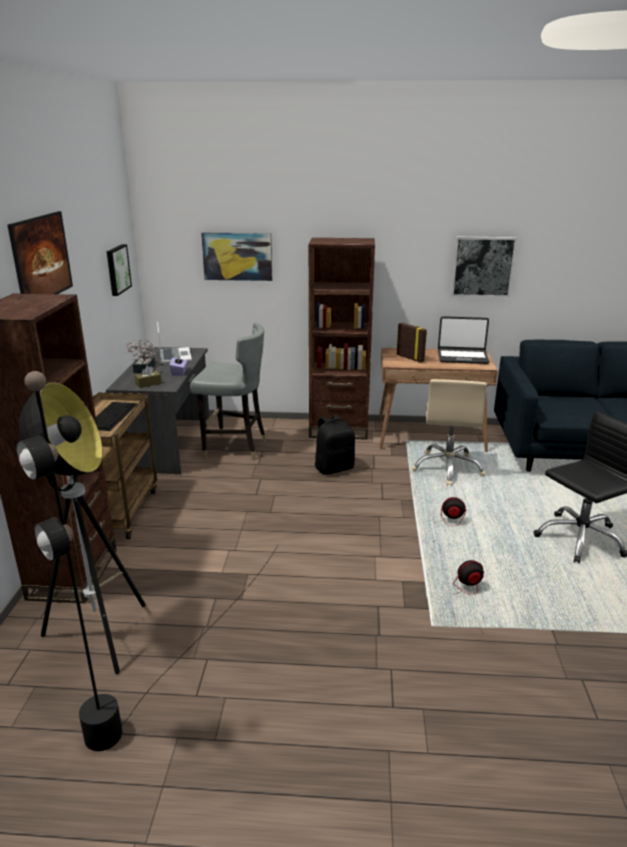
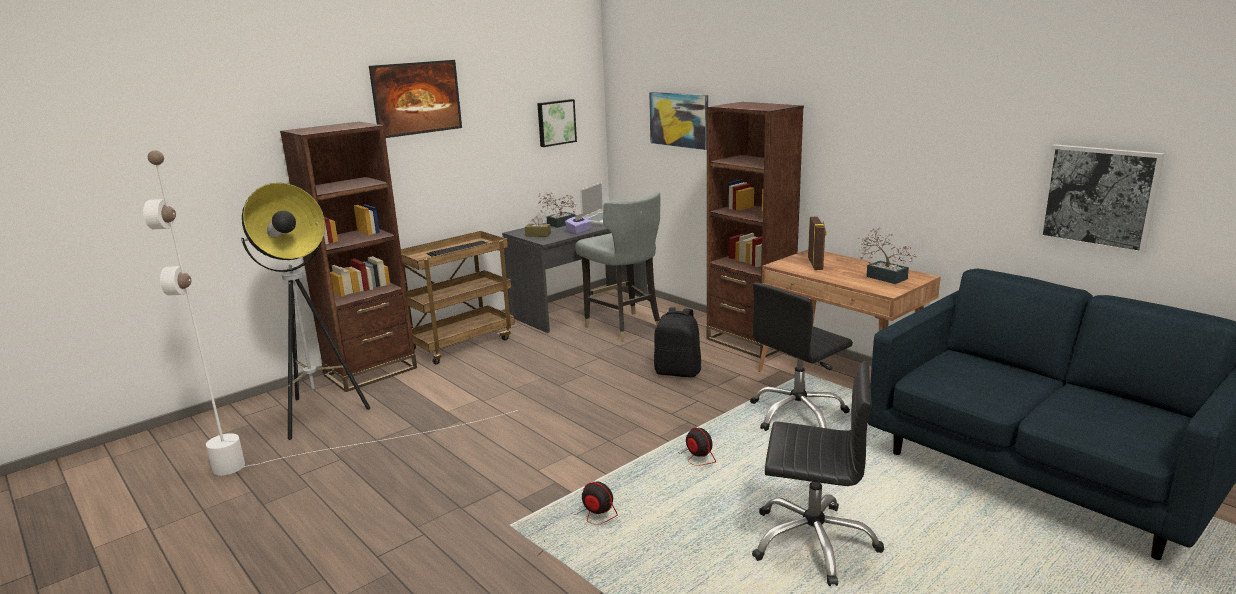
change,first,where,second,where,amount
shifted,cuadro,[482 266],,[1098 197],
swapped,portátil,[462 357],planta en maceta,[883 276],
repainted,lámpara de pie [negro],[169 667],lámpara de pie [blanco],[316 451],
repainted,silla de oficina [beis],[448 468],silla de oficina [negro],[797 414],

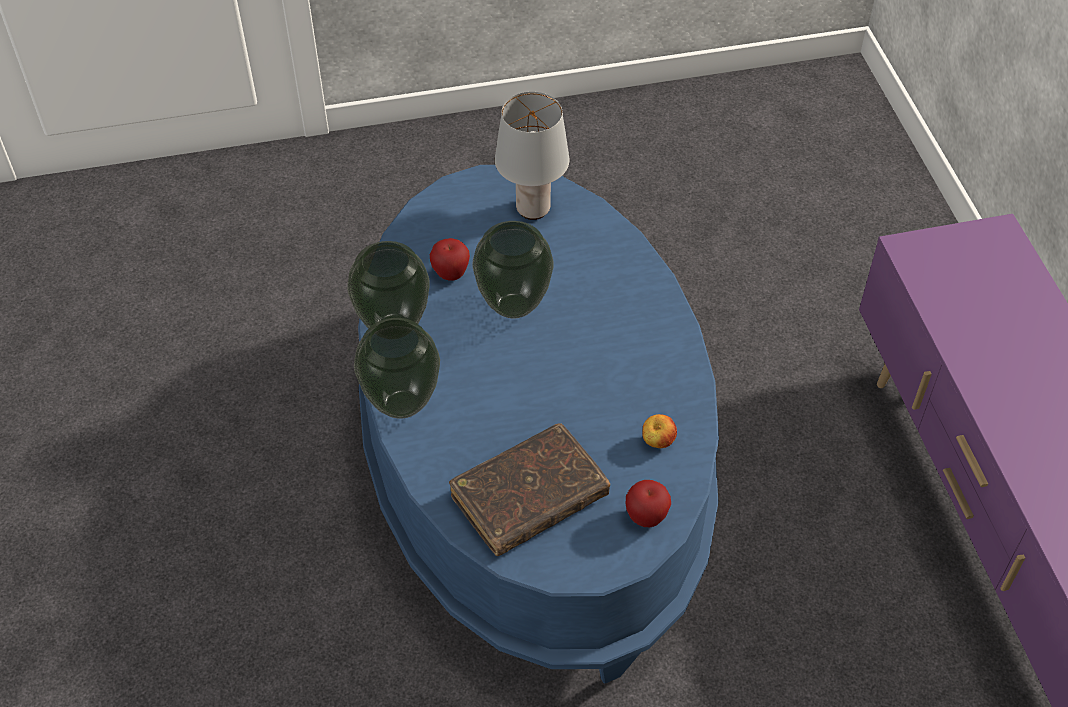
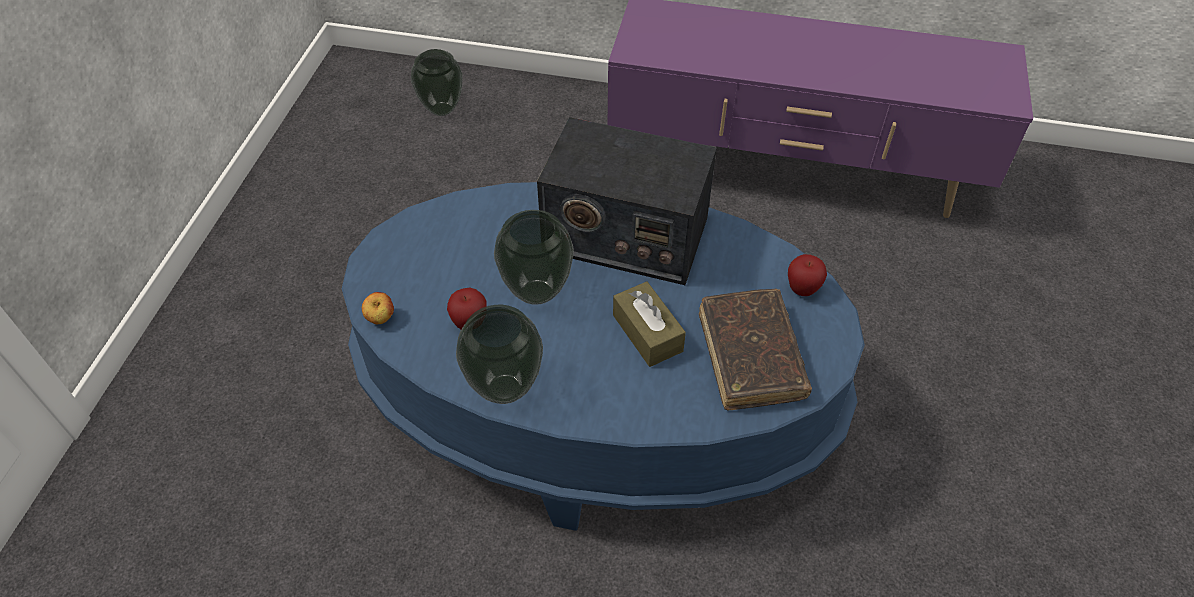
change,first,where,second,where,amount
gone,lámpara de mesa [gris],[533 210],,,
new,,,radio,[624 234],
new,,,caja de pañuelos [marrón],[647 333],
shifted,florero,[401 403],,[441 109],
shifted,manzana,[657 442],,[380 319],

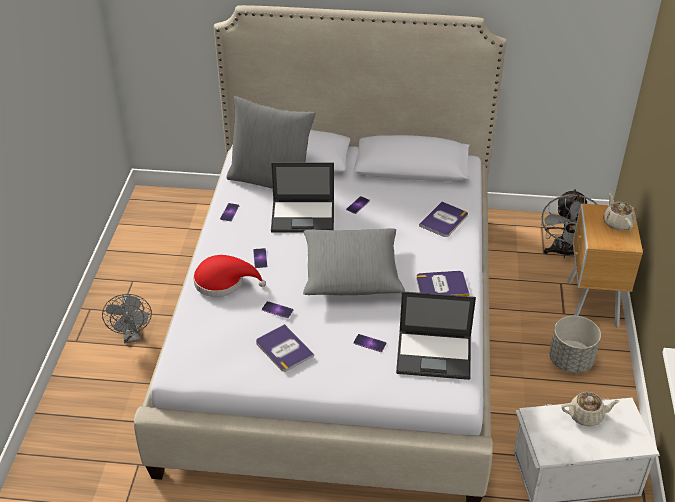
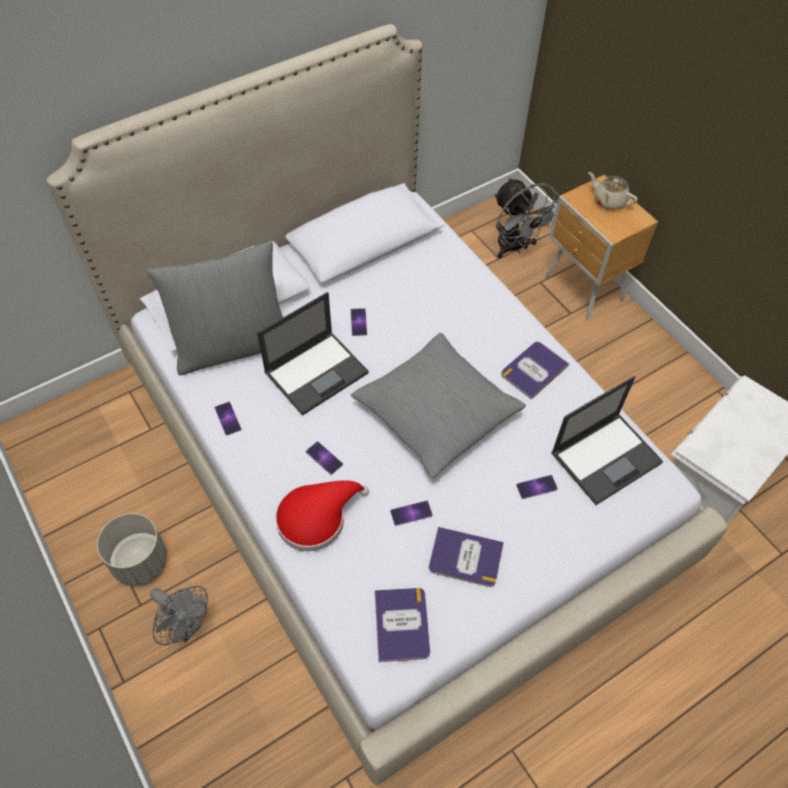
change,first,where,second,where,amount
gone,tetera [beis],[586 416],,,
shifted,libro,[444 220],,[402 624],
shifted,maceta [gris],[570 361],,[140 562],

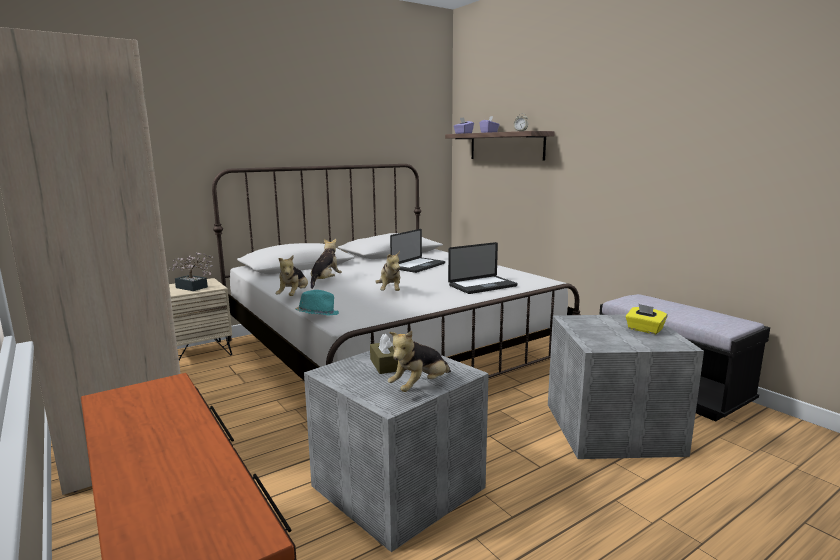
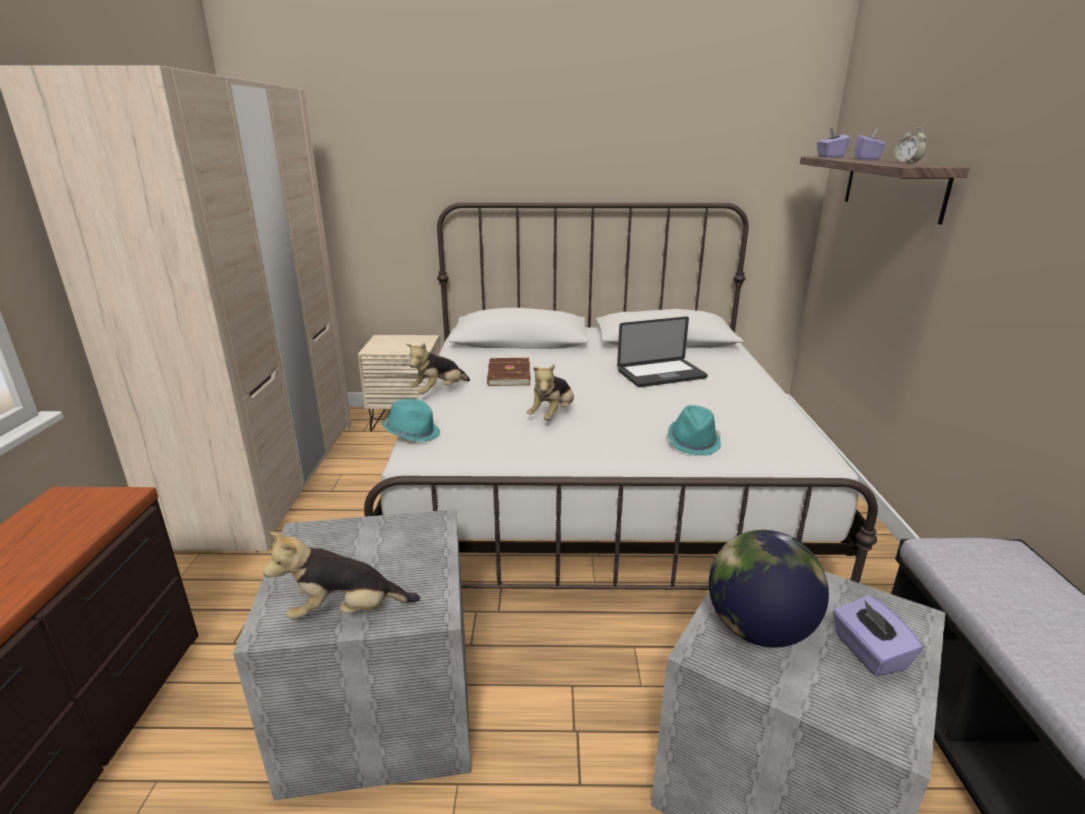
change,first,where,second,where,amount
gone,planta en maceta,[193 288],,,
gone,caja de pañuelos [marrón],[384 365],,,
new,,,globo terráqueo,[758 629],
swapped,peluche,[325 281],libro [marrón],[507 375],
swapped,portátil,[482 286],sombrero [turquesa],[693 442],
repainted,caja de pañuelos [amarillo],[644 330],caja de pañuelos [morado],[868 652],

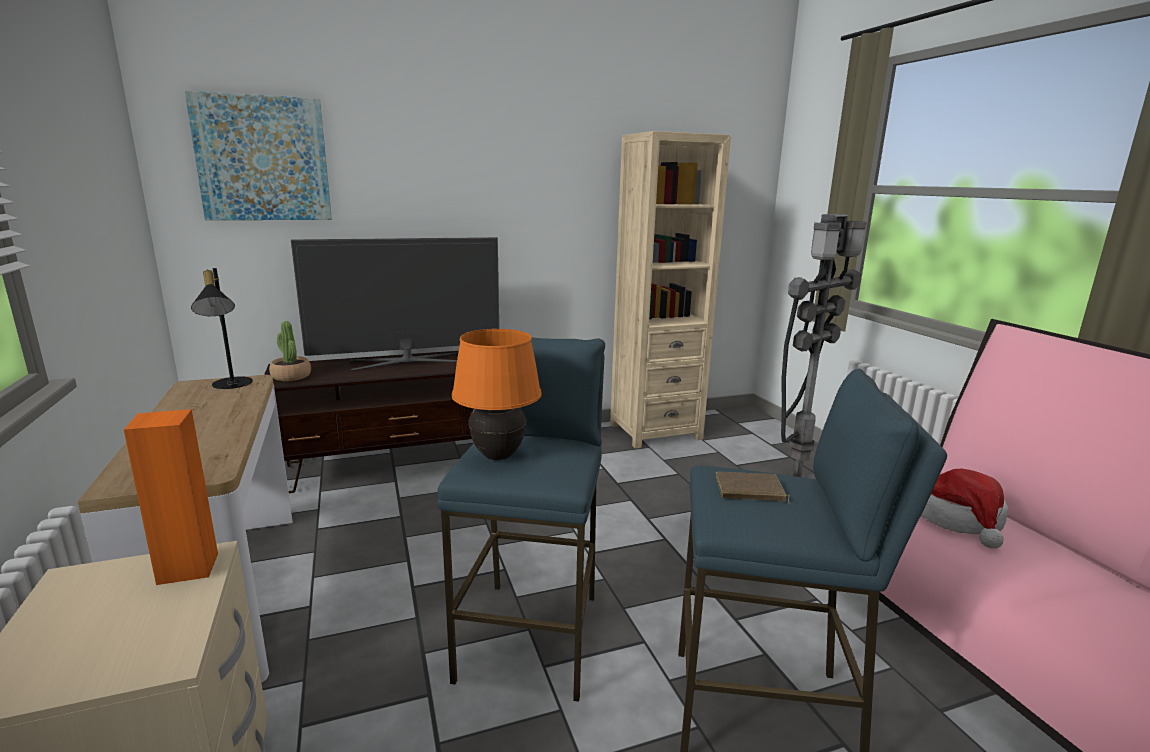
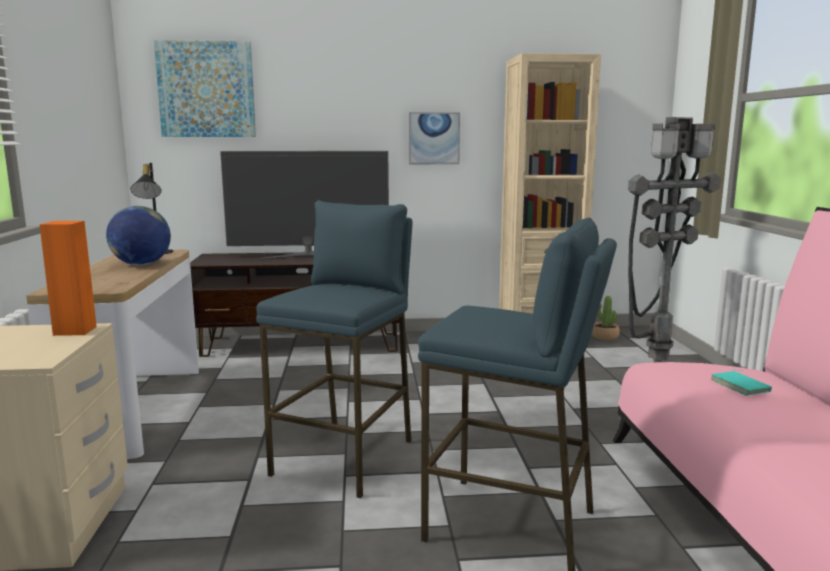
change,first,where,second,where,amount
gone,lámpara de mesa [naranja],[498 456],,,
gone,libro [marrón],[749 491],,,
new,,,globo terráqueo,[141 264],
new,,,cuadro,[434 138],
shifted,planta en maceta,[291 376],,[604 336],
swapped,sombrero,[957 519],libro [turquesa],[741 386],

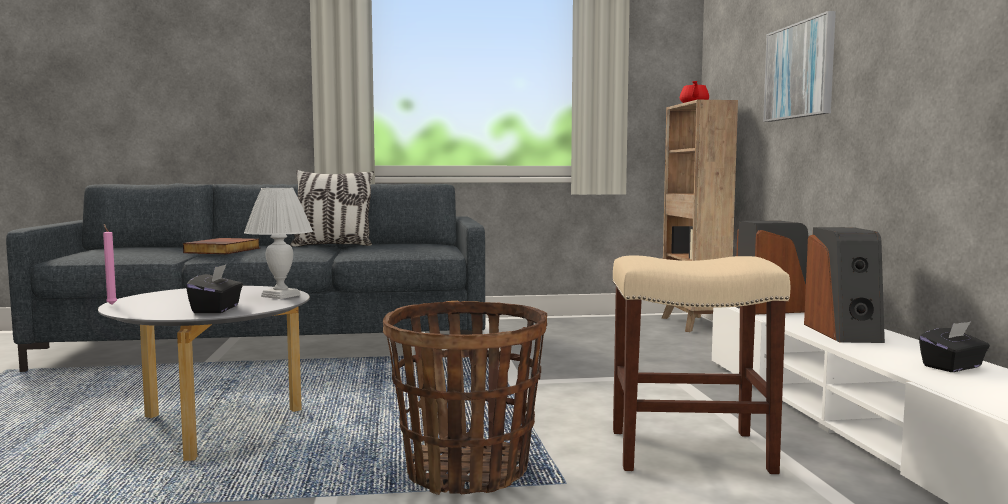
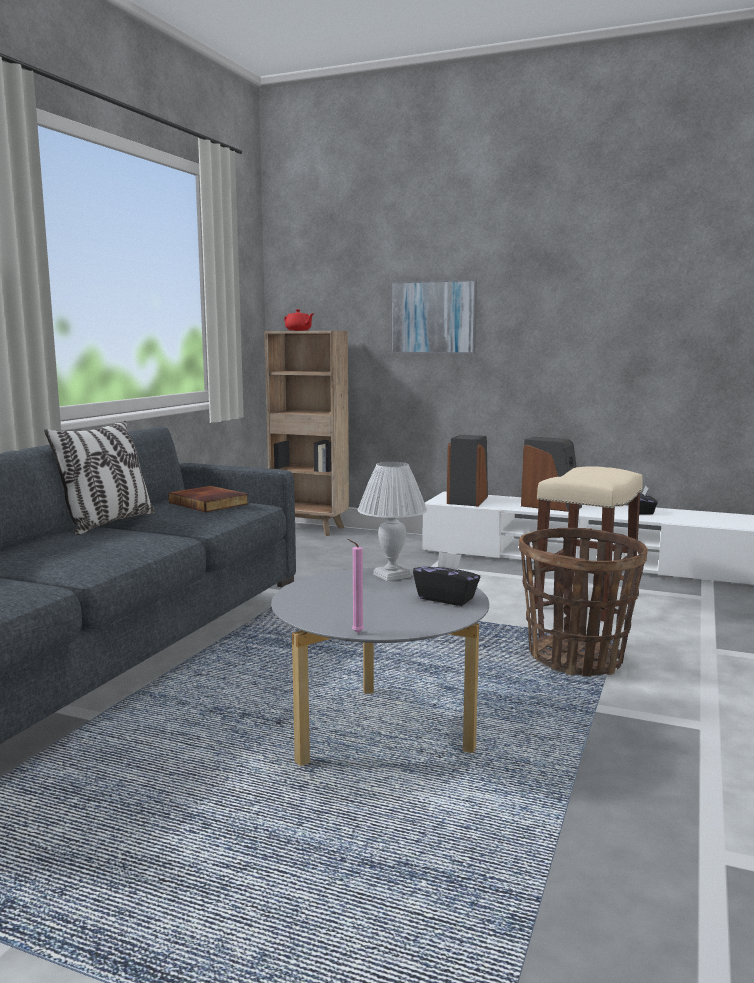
change,first,where,second,where,amount
shifted,libro,[223 250],,[210 503],

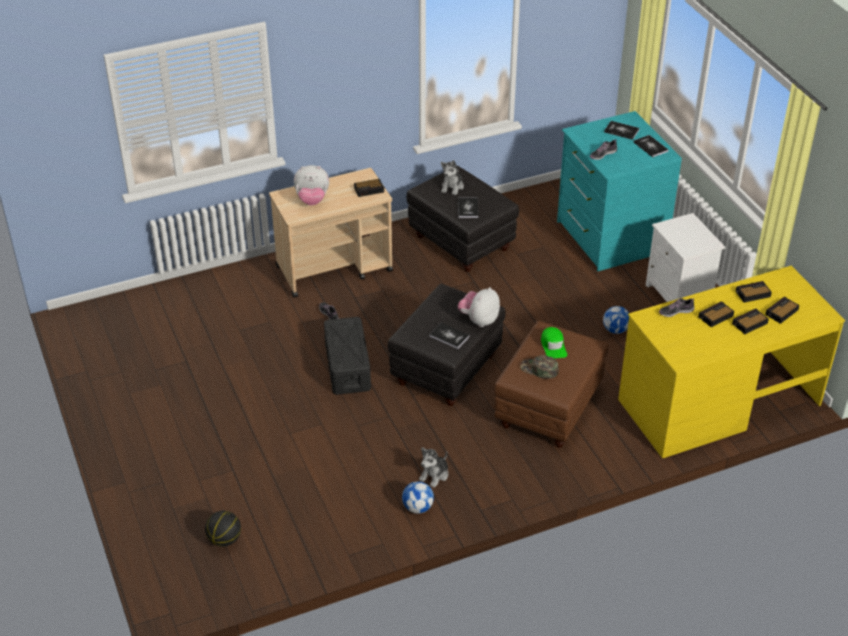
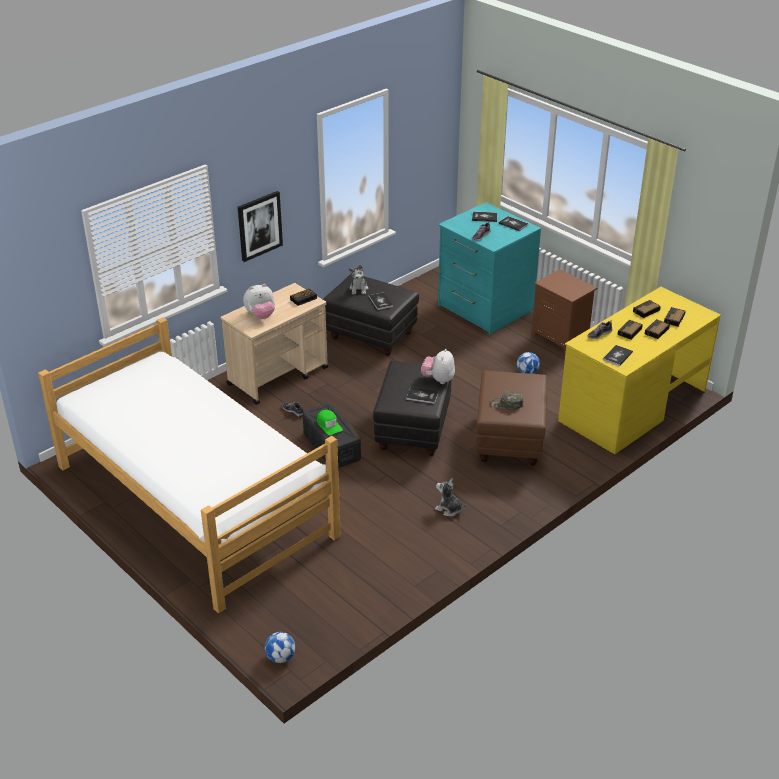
change,first,where,second,where,amount
gone,balón de baloncesto,[224 539],,,
new,,,cama,[195 500],
new,,,cuadro,[259 225],
new,,,libro,[617 356],
shifted,balón de fútbol,[417 507],,[280 657],
shifted,gorra [verde],[553 346],,[329 425],
repainted,mesita de noche [blanco],[679 296],mesita de noche [marrón],[561 339],
rotated,peluche,[434 475],,[449 509],105 degrees clockwise

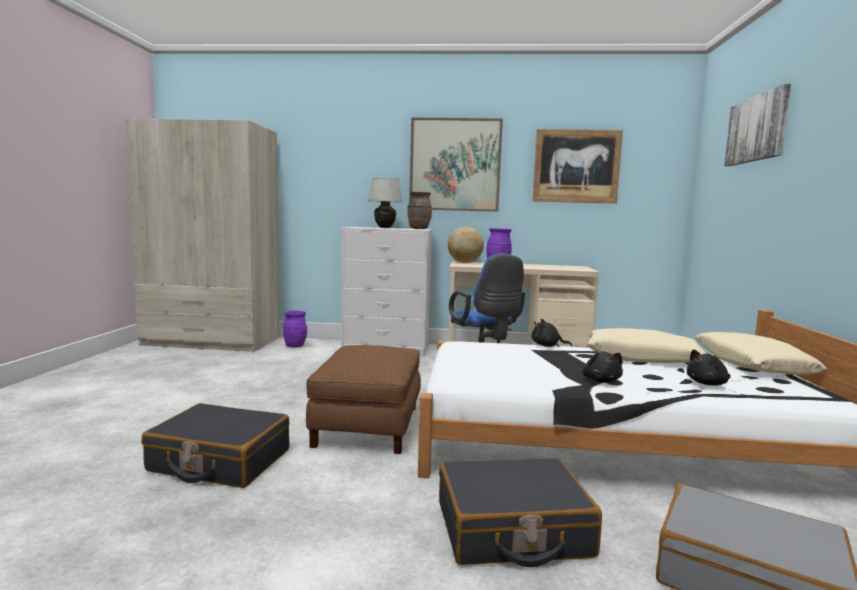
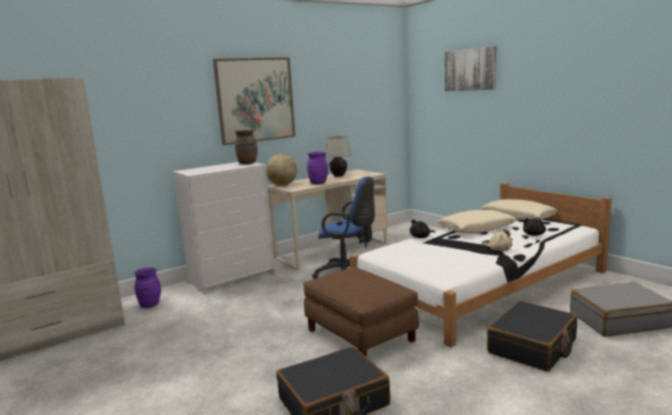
change,first,where,second,where,amount
gone,cuadro,[576 166],,,
shifted,lámpara de mesa [blanco],[385 228],,[339 176],
repainted,peluche [negro],[601 381],peluche [beis],[498 250],

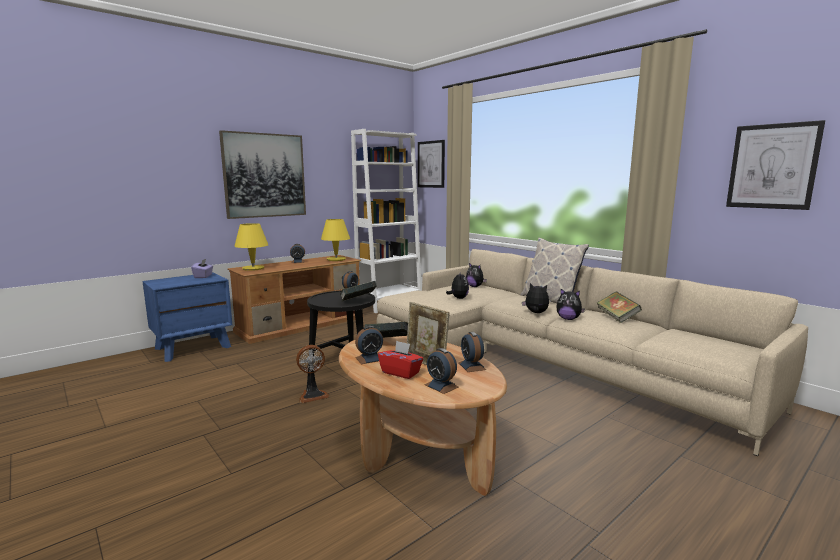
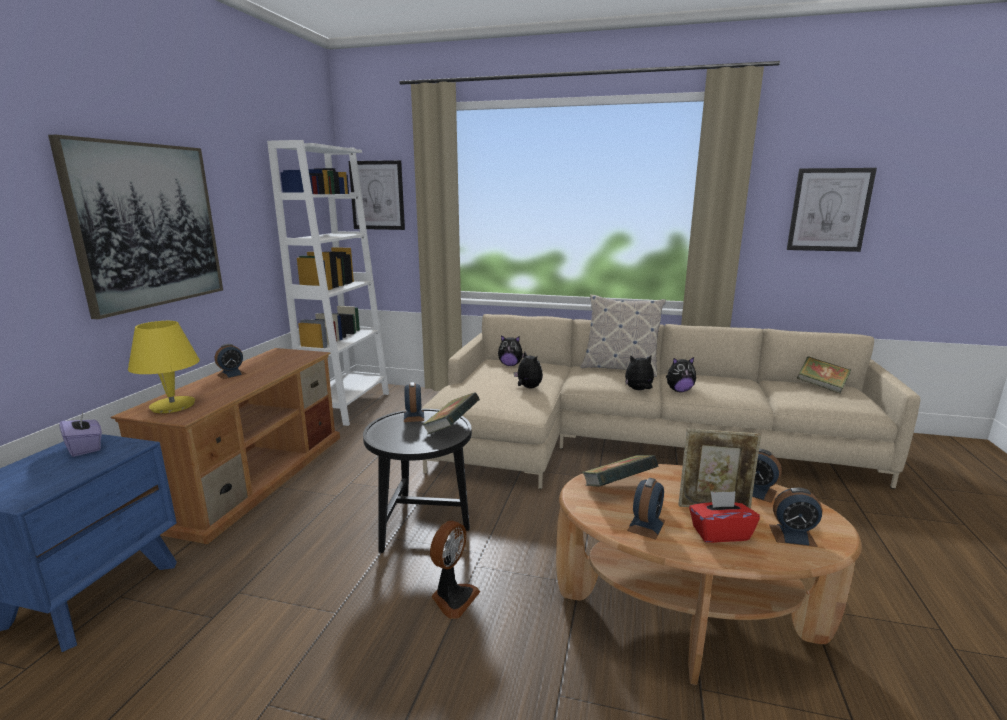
change,first,where,second,where,amount
gone,lámpara de mesa [amarillo],[336 259],,,
shifted,libro,[617 318],,[821 387],

